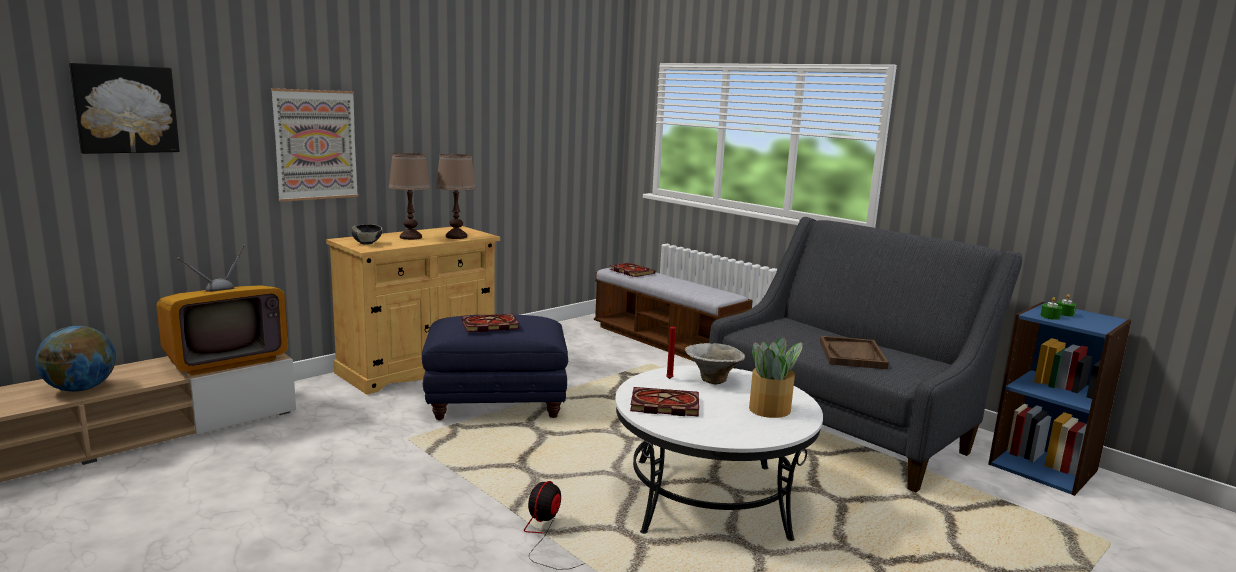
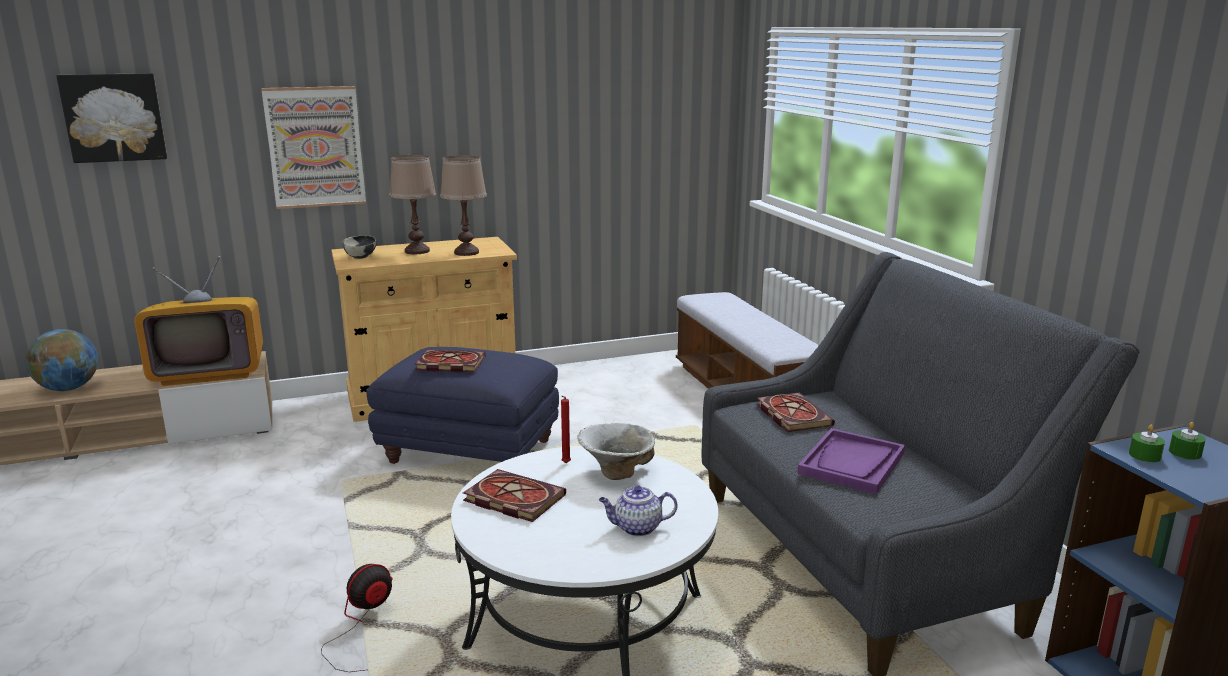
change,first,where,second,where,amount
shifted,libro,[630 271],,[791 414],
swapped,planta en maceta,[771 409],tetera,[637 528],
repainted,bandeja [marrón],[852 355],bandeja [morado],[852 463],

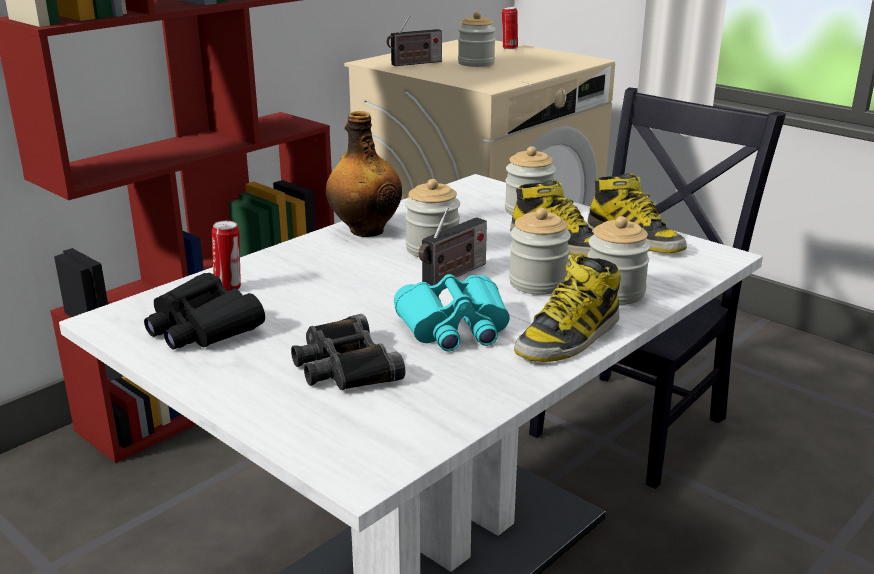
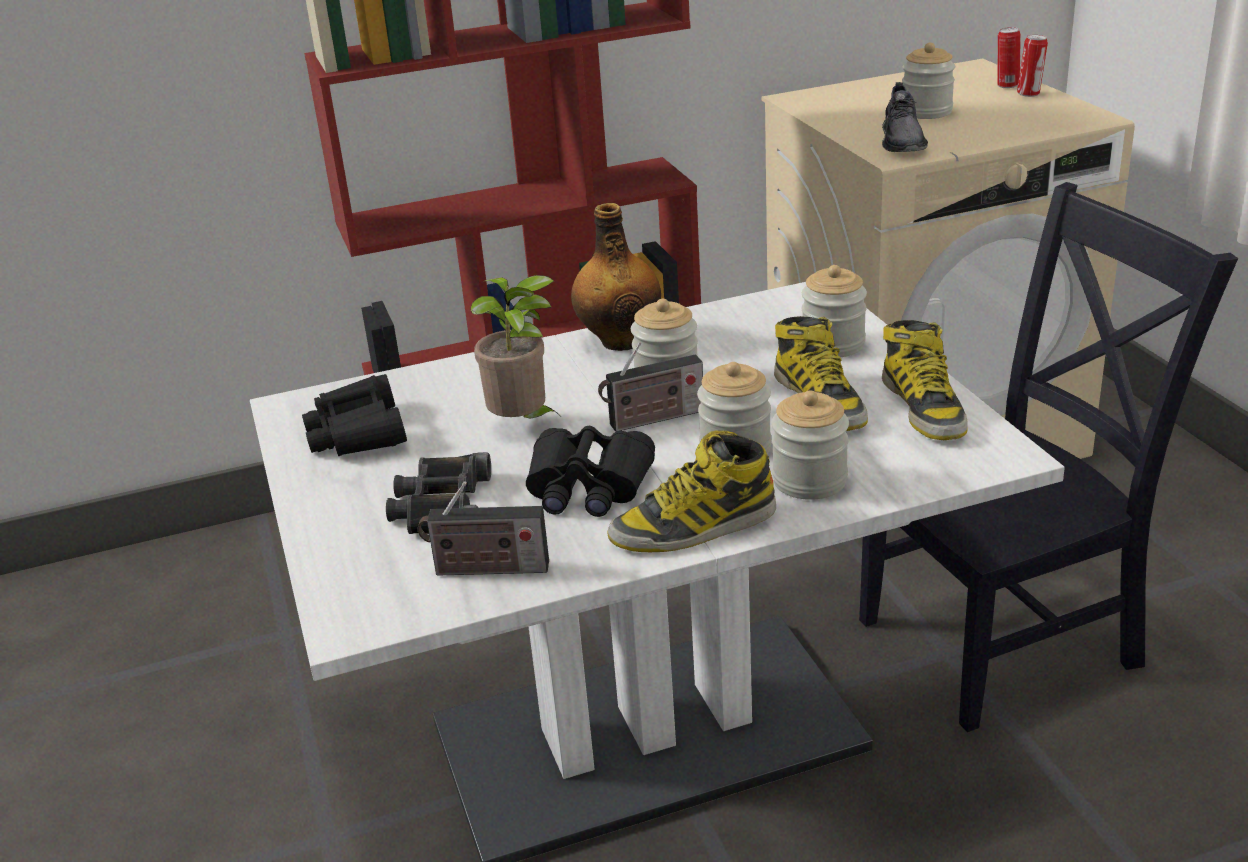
change,first,where,second,where,amount
new,,,planta en maceta,[523 424],
new,,,zapato [gris],[902 141],
shifted,lata,[229 288],,[1029 94],
shifted,radio,[414 63],,[486 569],
repainted,prismáticos [turquesa],[454 328],prismáticos [negro],[588 487],

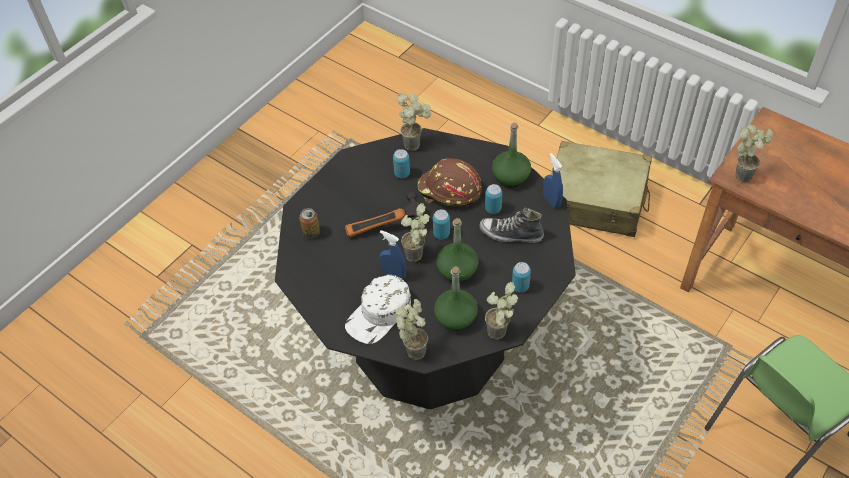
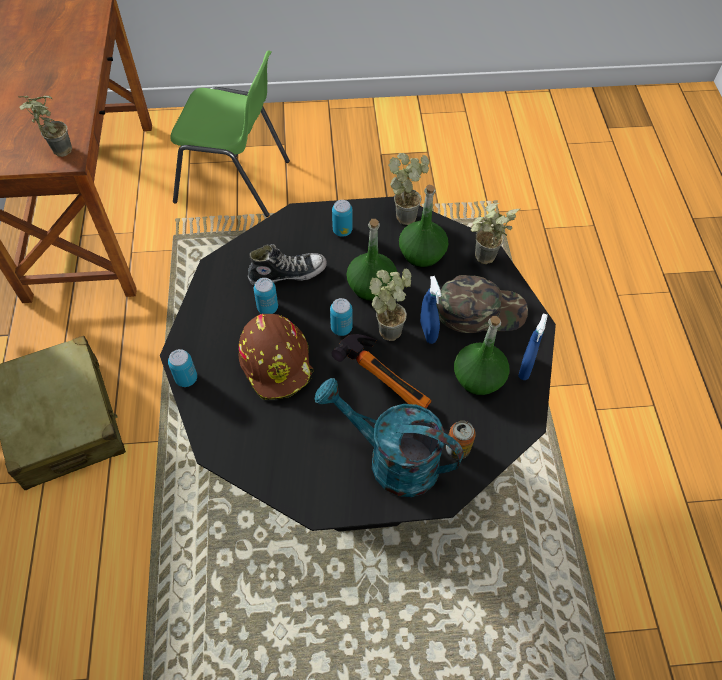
change,first,where,second,where,amount
gone,planta en maceta,[416 143],,,
new,,,regadera [turquesa],[391 459],
shifted,lata,[402 173],,[186 378],
shifted,botella [verde],[511 177],,[478 377],
shifted,pulverizador [azul],[551 201],,[525 368],
repainted,gorra [blanco],[379 314],gorra [verde],[480 310],
rotated,zapato,[511 234],,[287 273],75 degrees counterclockwise

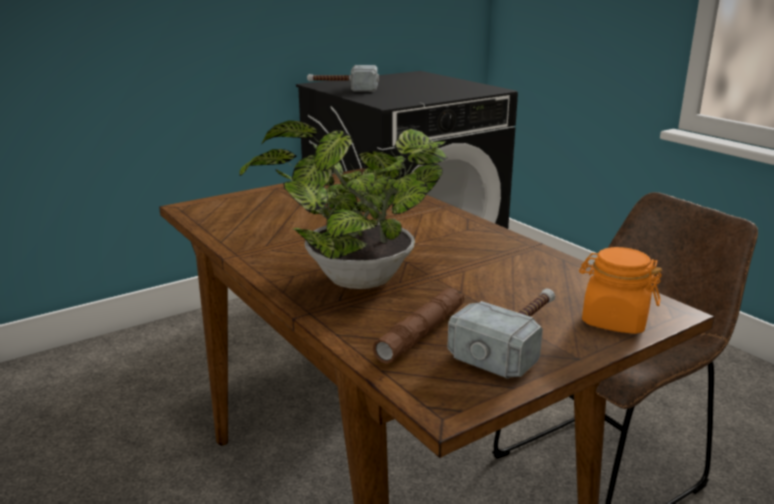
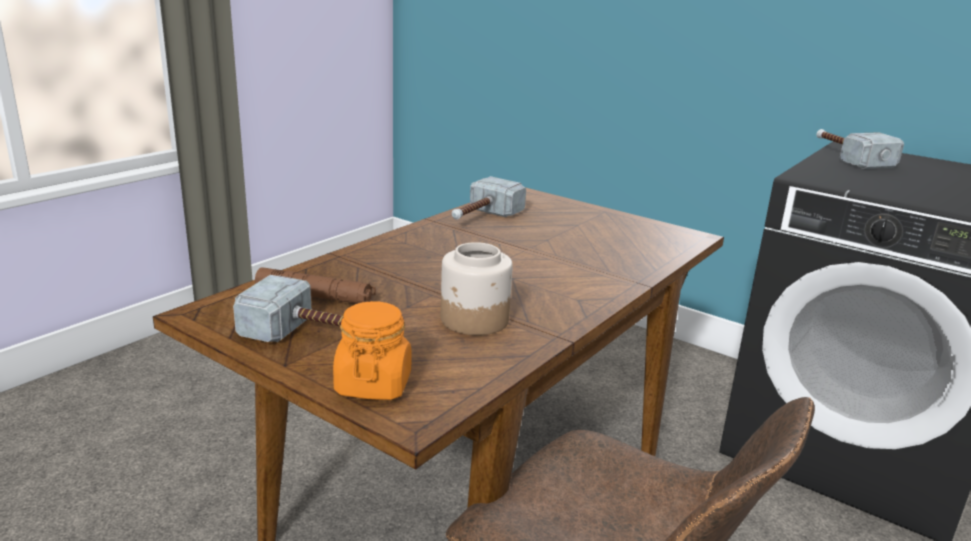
change,first,where,second,where,amount
gone,planta en maceta,[352 280],,,
new,,,tarro,[474 320],
new,,,martillo,[481 217],

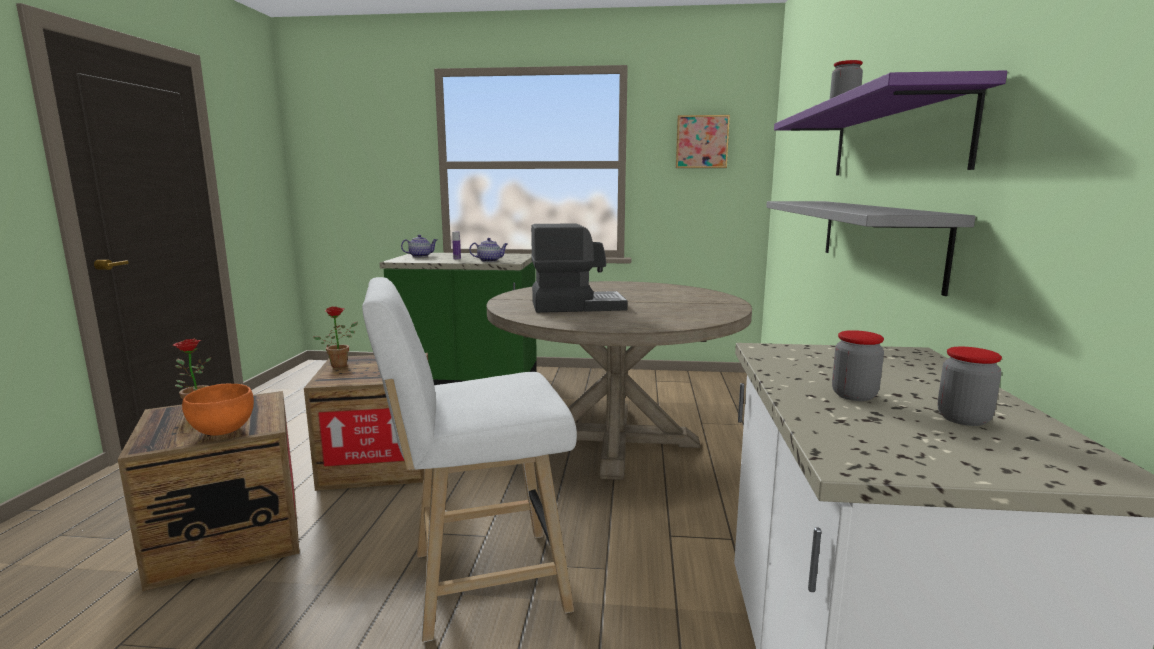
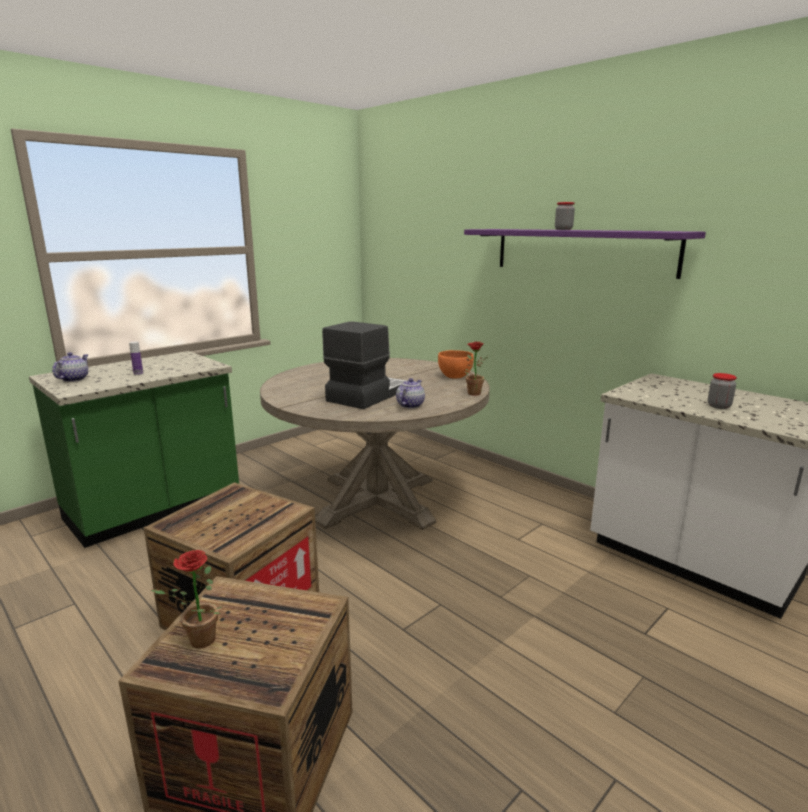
change,first,where,second,where,amount
gone,taburete [blanco],[478 583],,,
gone,cuadro,[701 142],,,
gone,estante [gris],[876 238],,,
gone,tarro,[963 419],,,
shifted,cuenco [naranja],[222 431],,[455 376],
shifted,planta en maceta,[341 364],,[472 392],
shifted,tetera,[489 261],,[410 405],

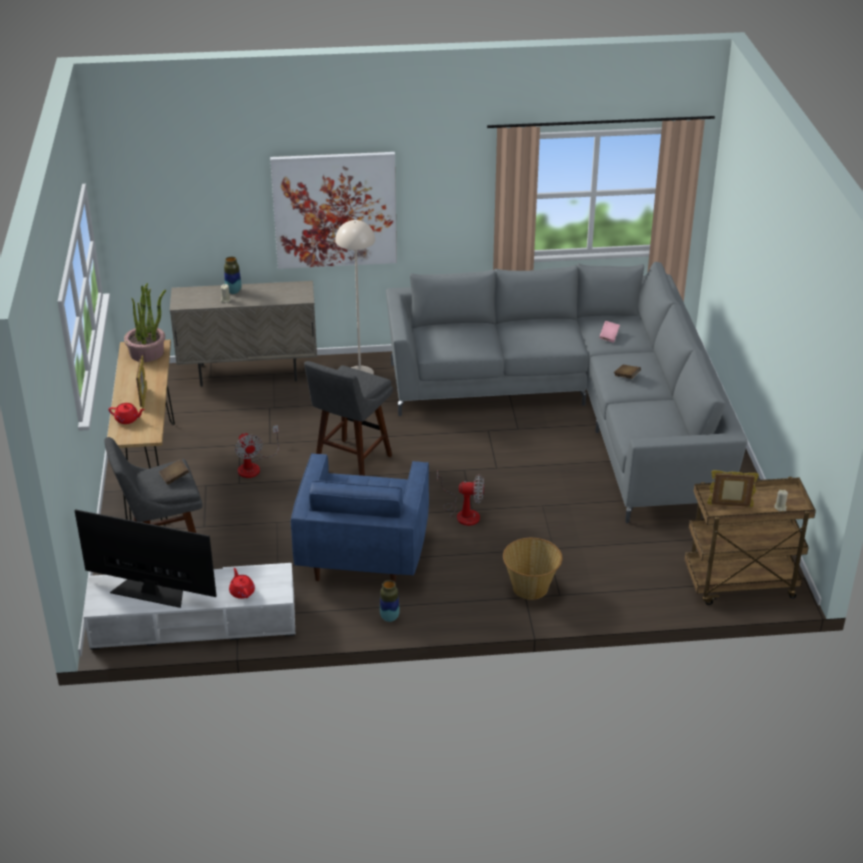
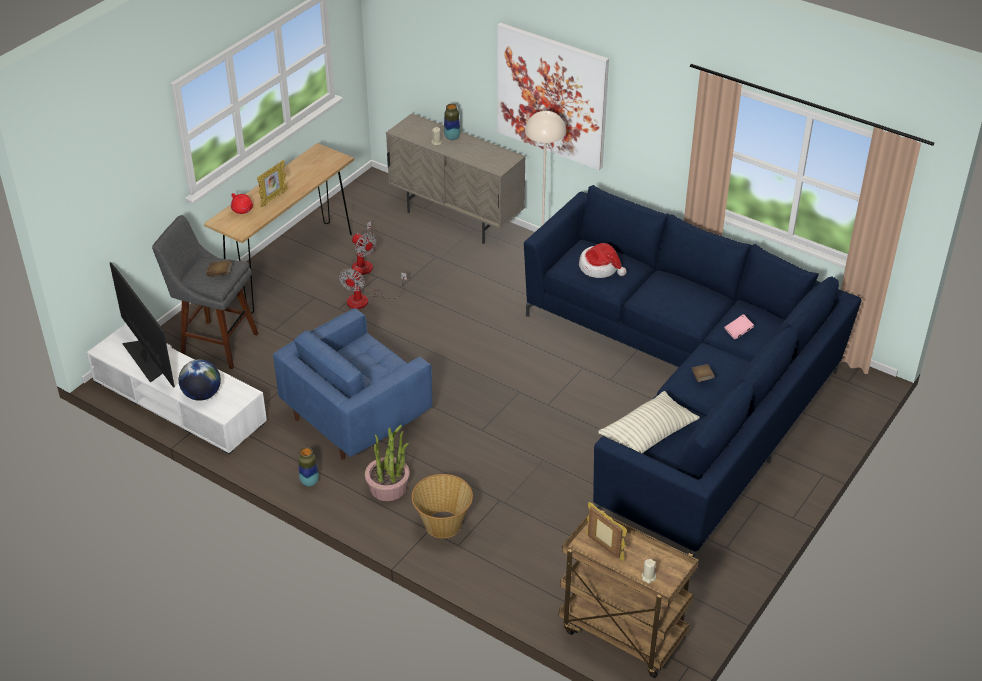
change,first,where,second,where,amount
gone,taburete [gris],[351 464],,,
new,,,sombrero,[600 268],
new,,,cojín,[648 434],
shifted,planta en maceta,[147 352],,[388 487],
shifted,ventilador,[463 513],,[364 263],
swapped,tetera [rojo],[242 592],globo terráqueo,[202 395],
repainted,sofá [gris],[579 410],sofá [azul],[686 392],

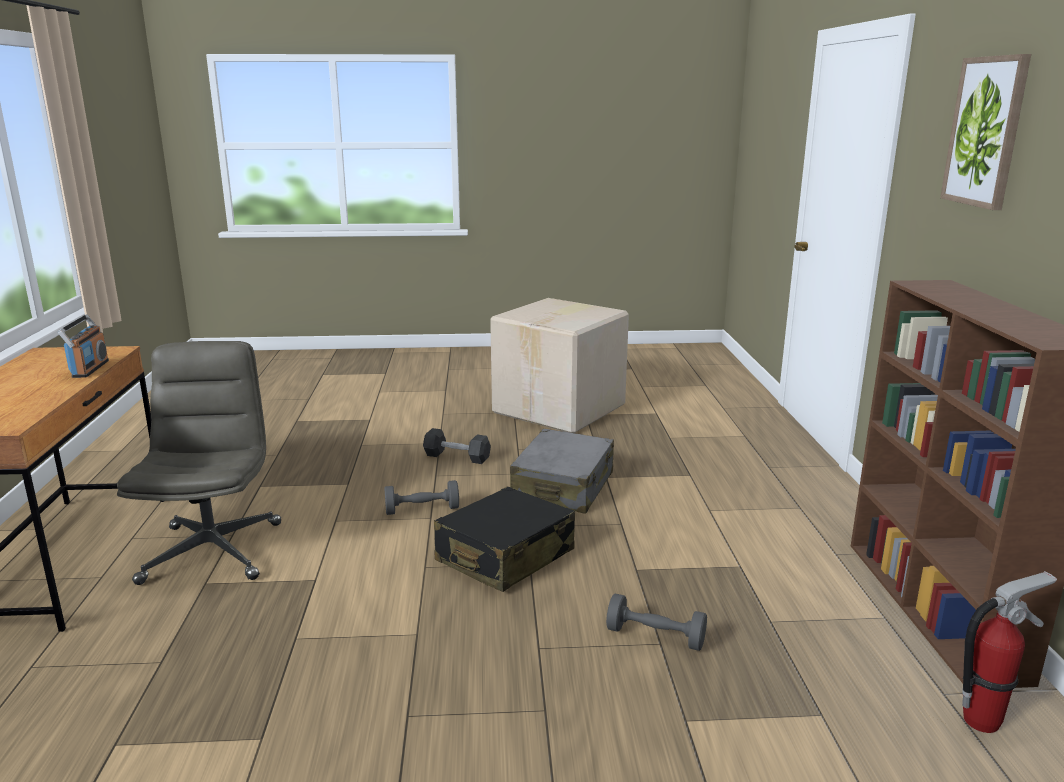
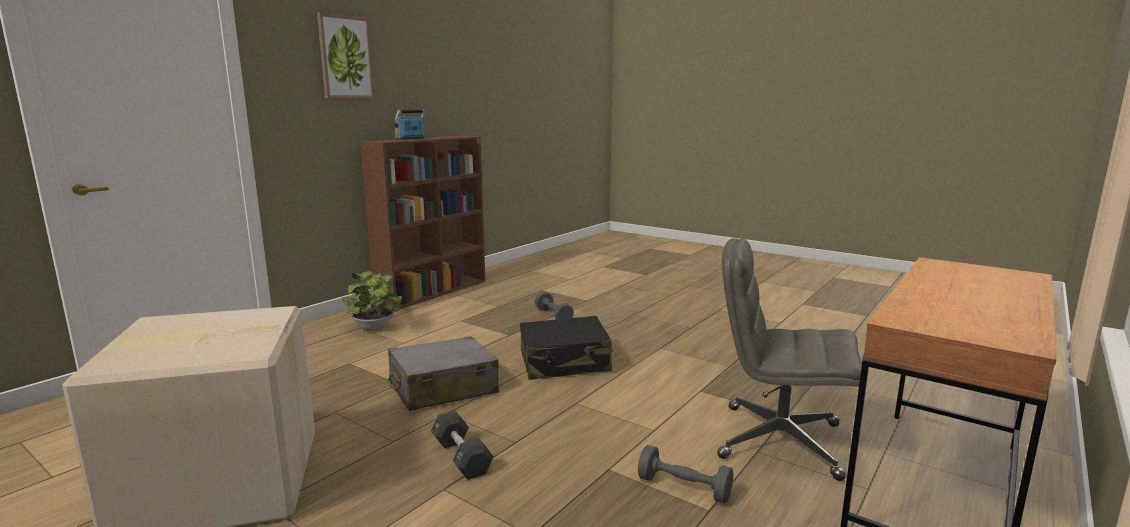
change,first,where,second,where,amount
gone,extintor,[982 721],,,
new,,,planta en maceta,[375 329],
shifted,radio,[89 369],,[410 138],
shifted,mancuerna [gris],[422 510],,[684 488],
rotated,silla de oficina [gris],[212 551],,[778 441],75 degrees clockwise

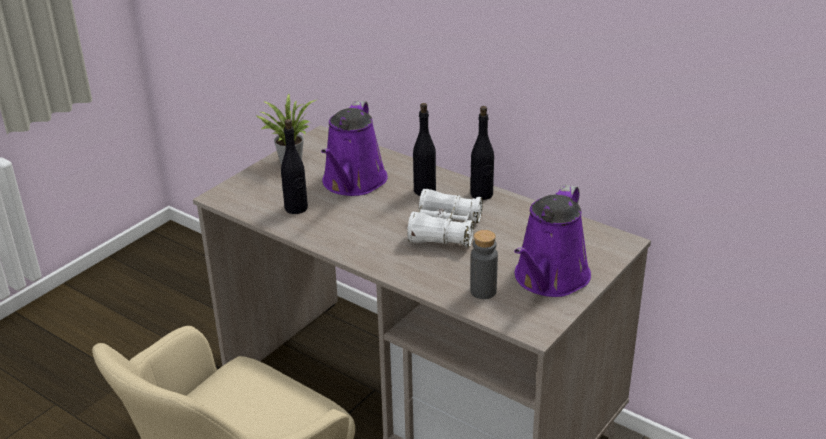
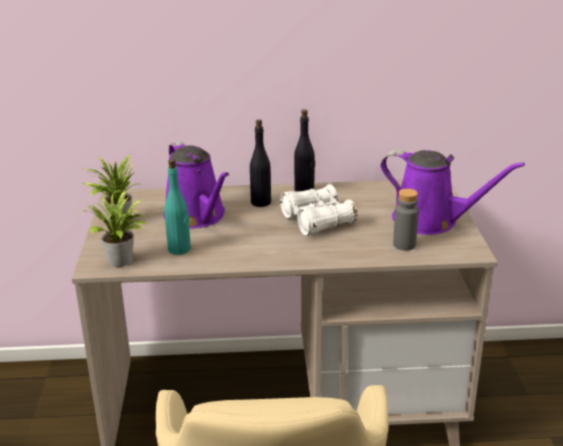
change,first,where,second,where,amount
new,,,planta en maceta,[122 262],
repainted,botella [negro],[296 208],botella [turquesa],[179 249],
rotated,regadera [morado],[549 279],,[431 221],45 degrees counterclockwise

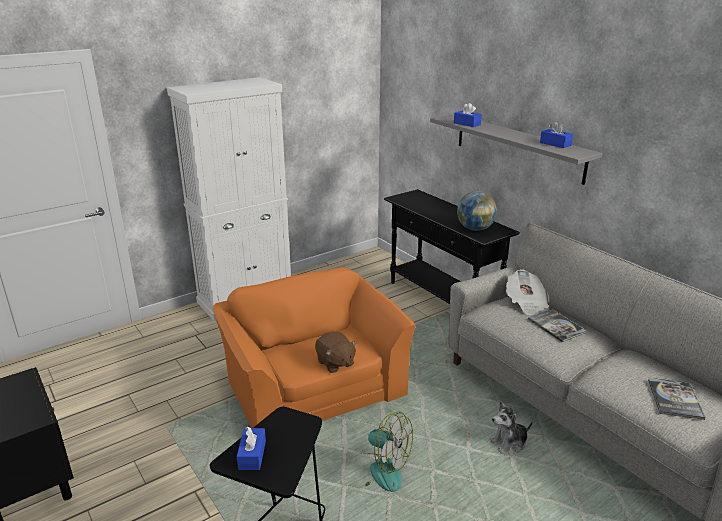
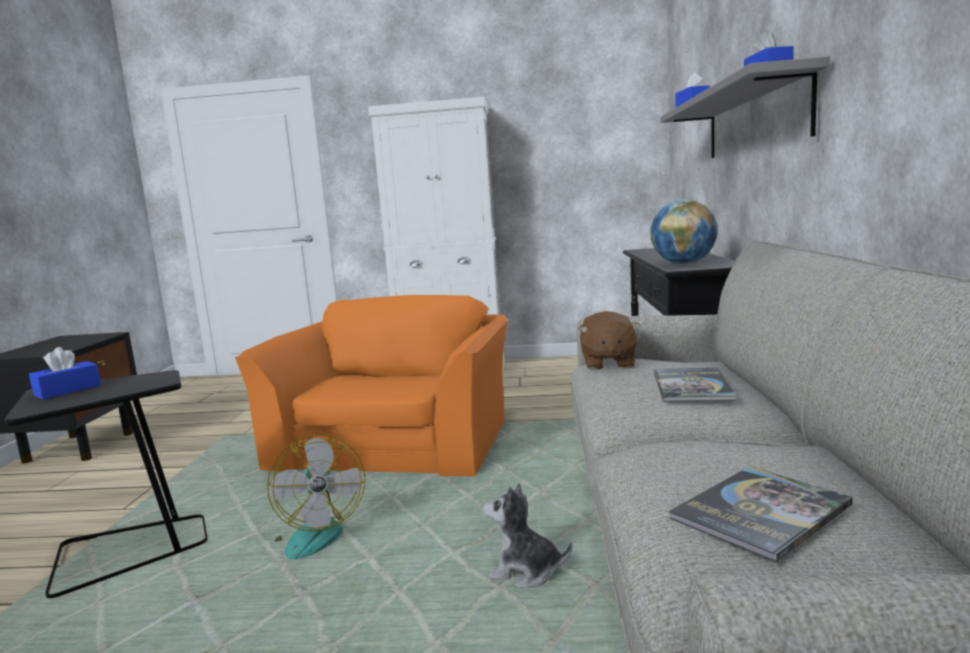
change,first,where,second,where,amount
gone,periódico,[526 303],,,
shifted,peluche [marrón],[335 363],,[608 363],

